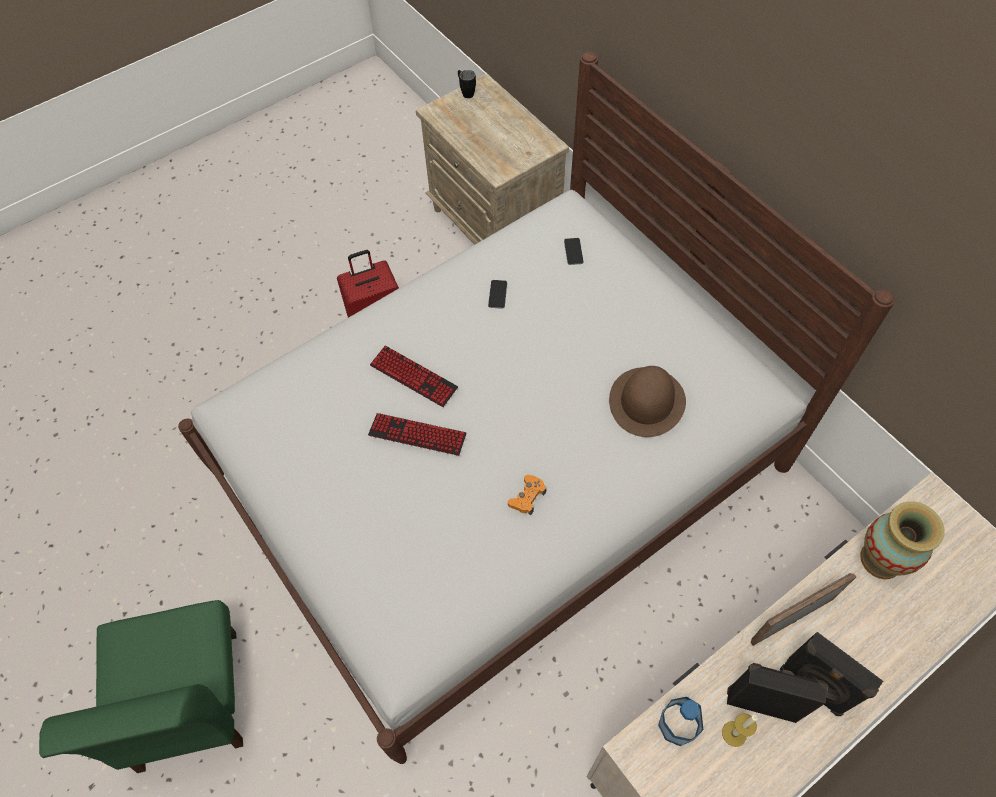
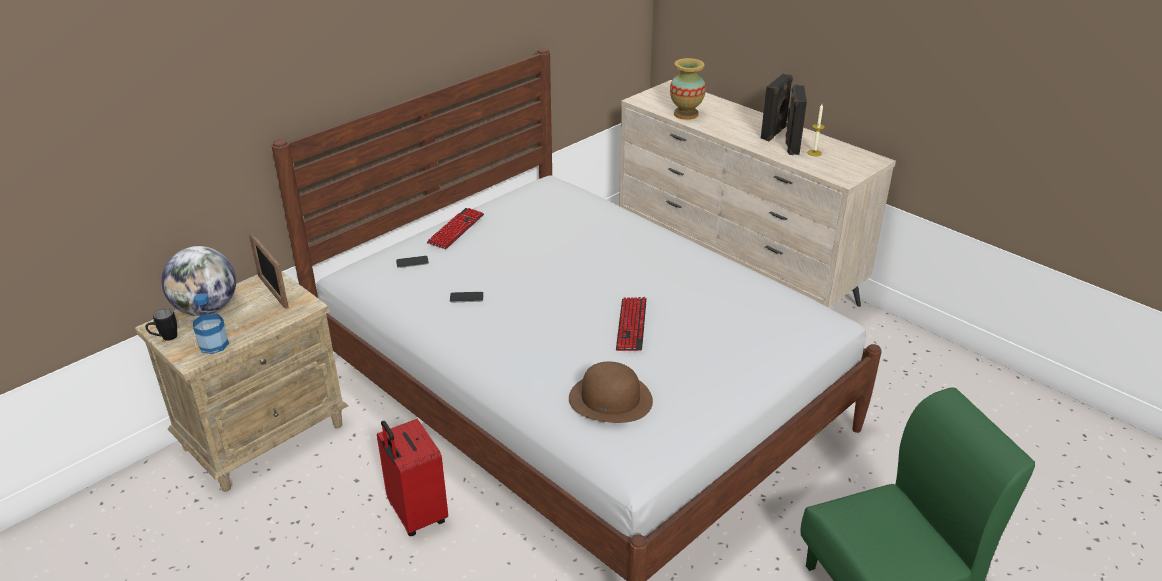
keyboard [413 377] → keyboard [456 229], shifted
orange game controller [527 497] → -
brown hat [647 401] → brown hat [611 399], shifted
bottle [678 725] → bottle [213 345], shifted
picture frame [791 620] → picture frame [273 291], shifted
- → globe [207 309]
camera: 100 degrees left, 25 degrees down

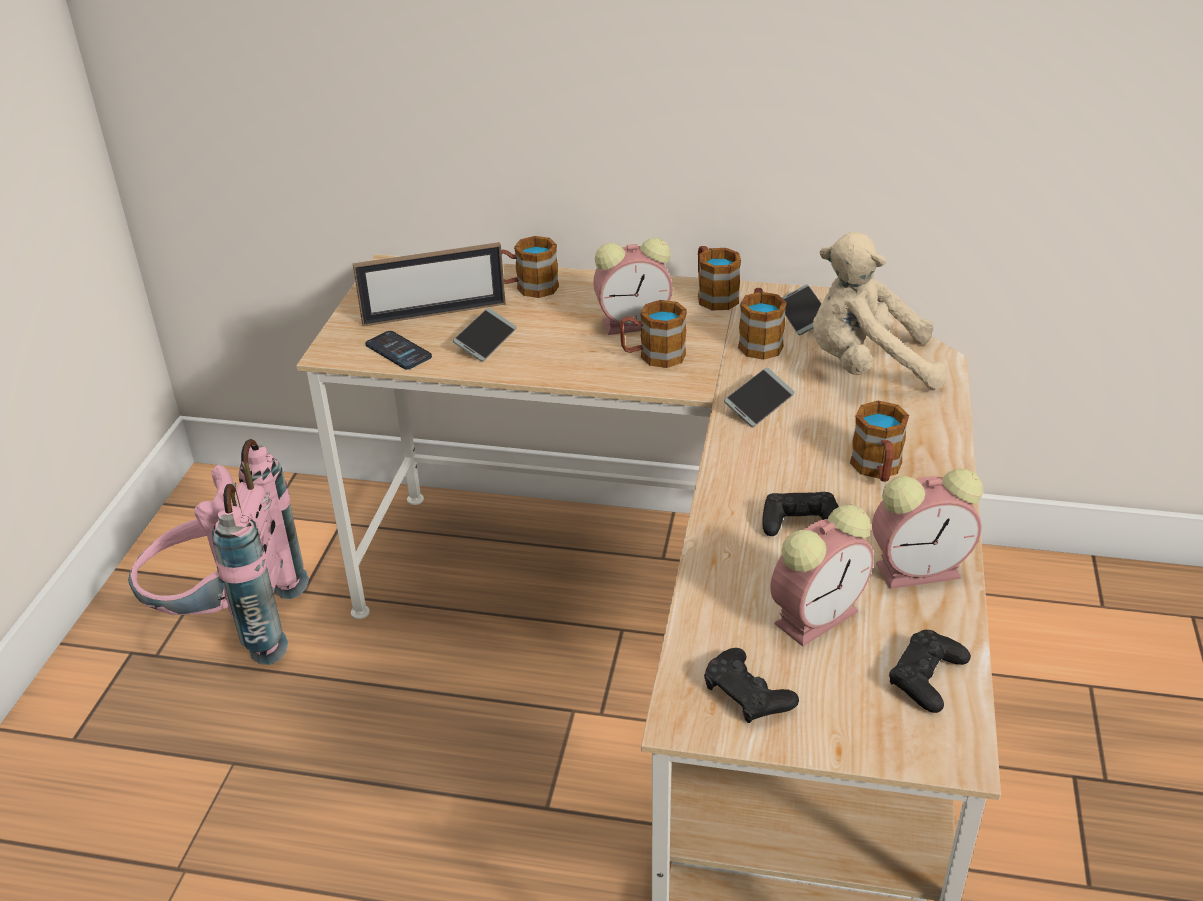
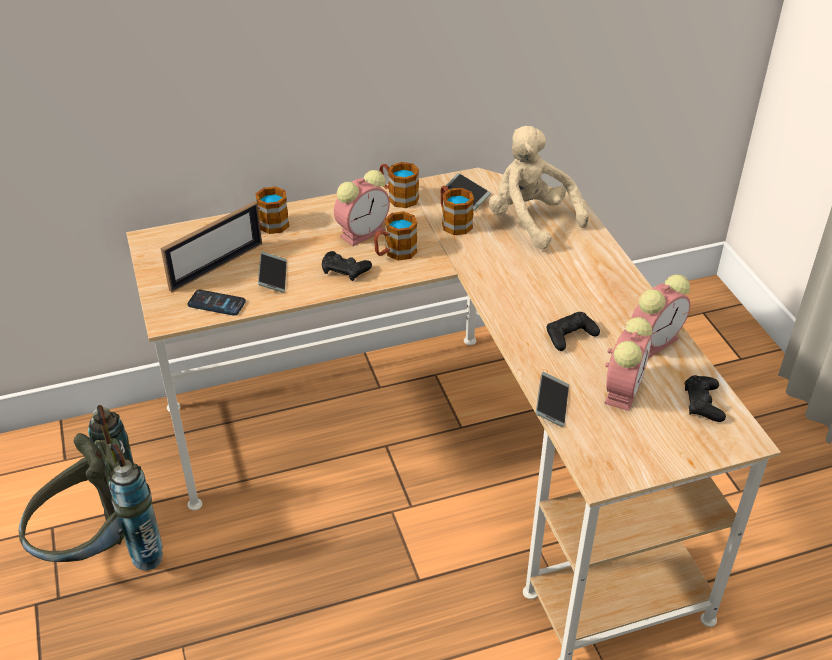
pink backpack [231 626] → grey backpack [102 552]
black game controller [747 694] → black game controller [345 270], shifted
phone [759 404] → phone [552 404], shifted
beige plush toy [866 367] → beige plush toy [530 220], 75 degrees clockwise
mug [877 470] → -
camera: 30 degrees left, 5 degrees up

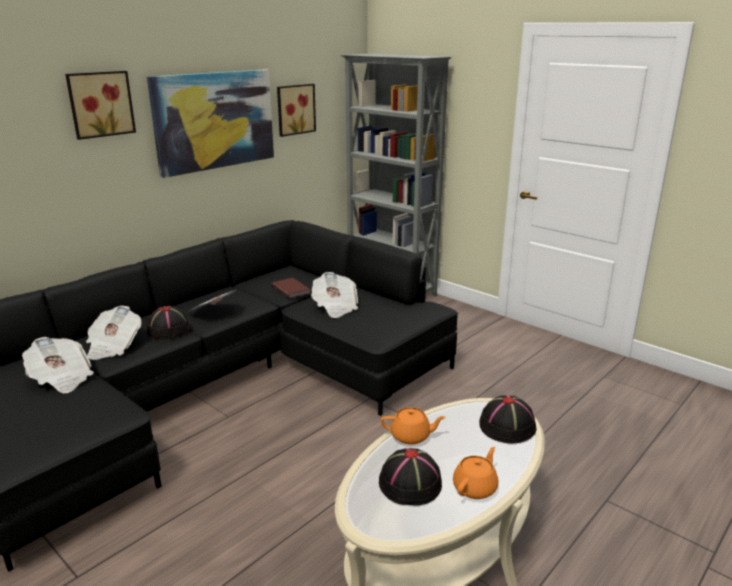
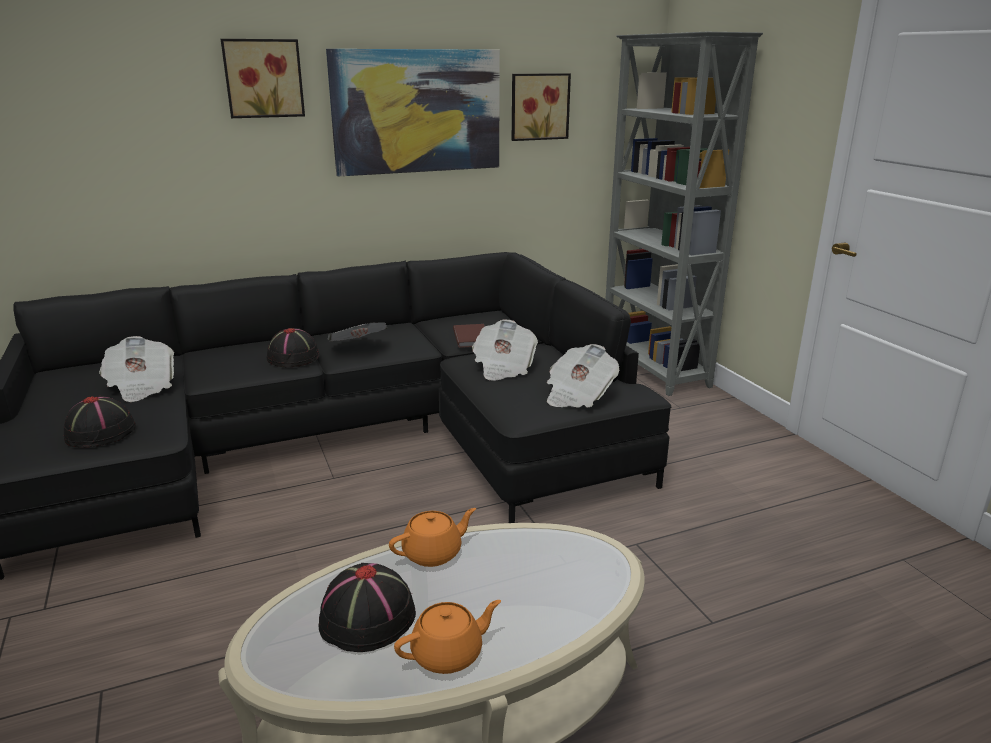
newspaper [113 347] → newspaper [578 395], shifted
orange teapot [411 436] → orange teapot [433 553], 60 degrees counterclockwise
black hat [507 426] → black hat [101 432], shifted
camera: 25 degrees right, 0 degrees up

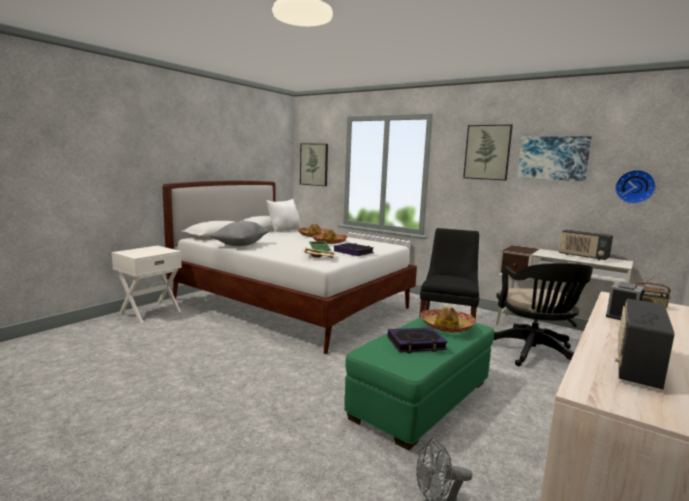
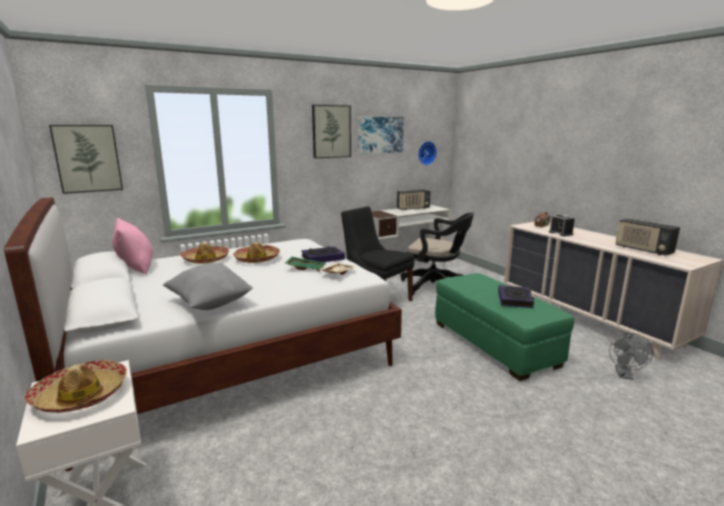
white pillow [284 230] → pink pillow [136 268]
hat [447 326] → hat [81 395], shifted
camera: 65 degrees left, 5 degrees up

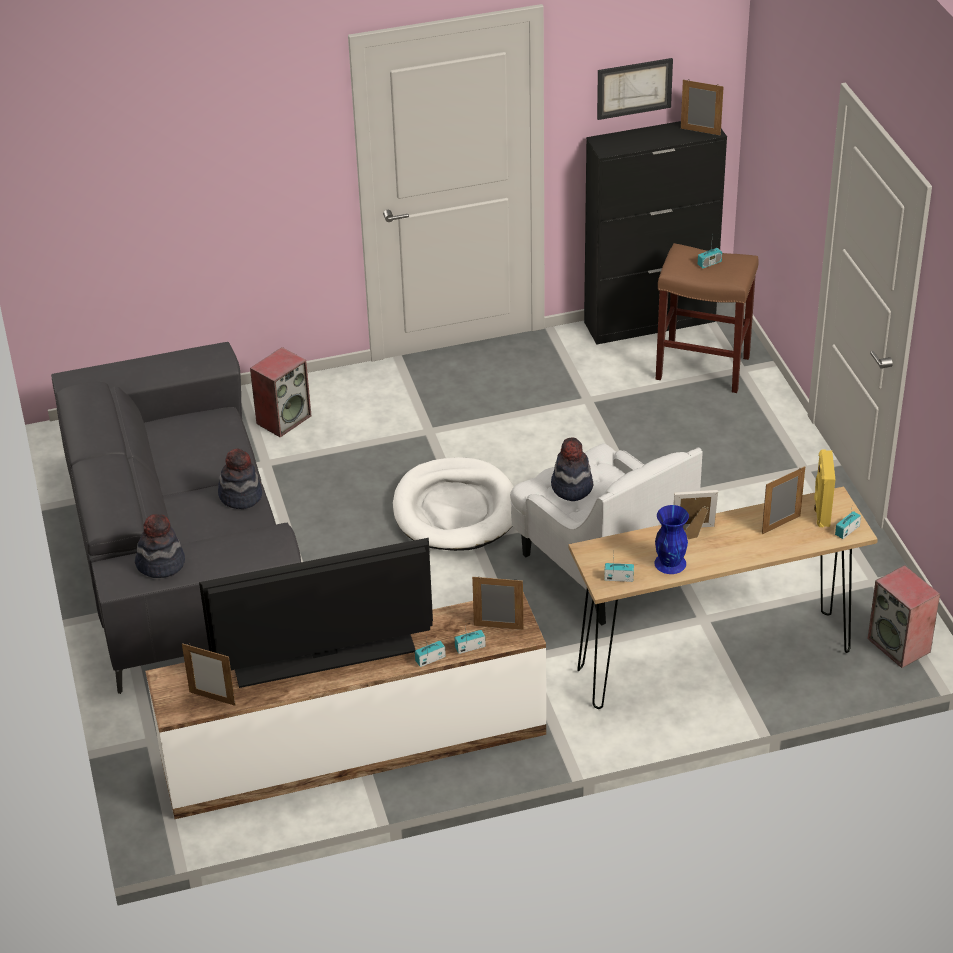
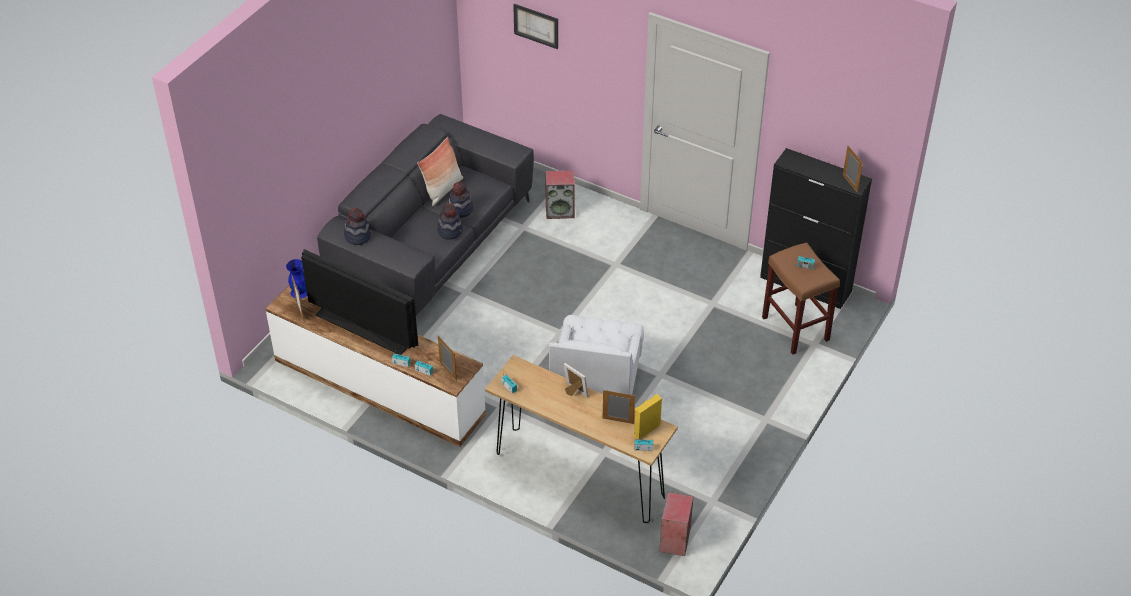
white dog bed [455 510] → -
hat [571 487] → hat [460 210], shifted
picture [634 88] → picture [536 26], shifted
blue vase [670 562] → blue vase [300 292], shifted
- → pillow [443 190]
camera: 45 degrees right, 5 degrees up

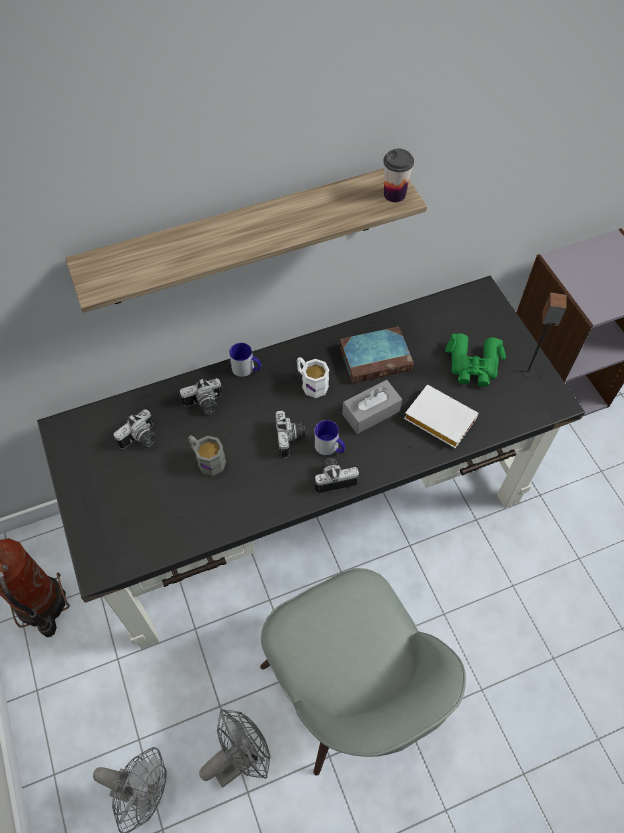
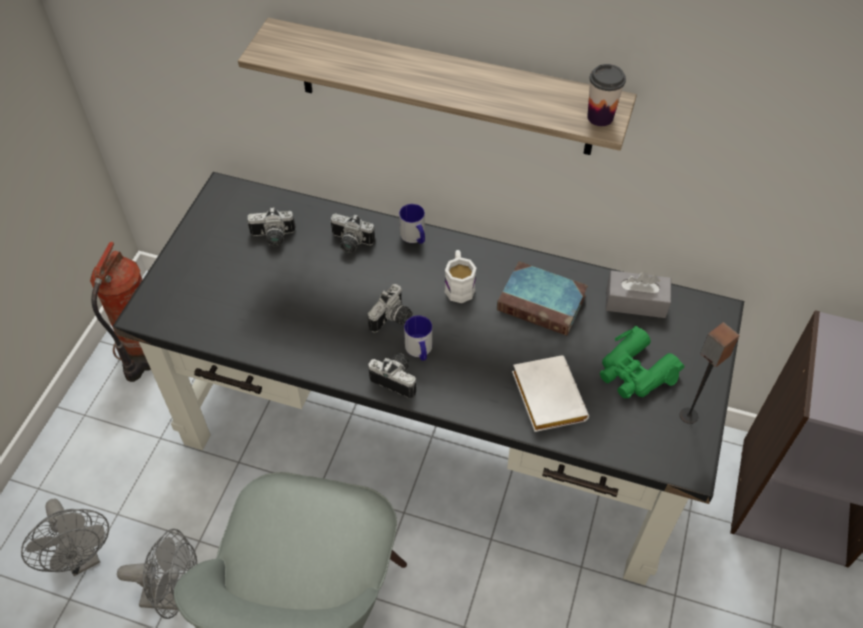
grey mug [207 460] → -
grey tissue box [371 412] → grey tissue box [635 302], shifted
camera: 40 degrees right, 5 degrees down

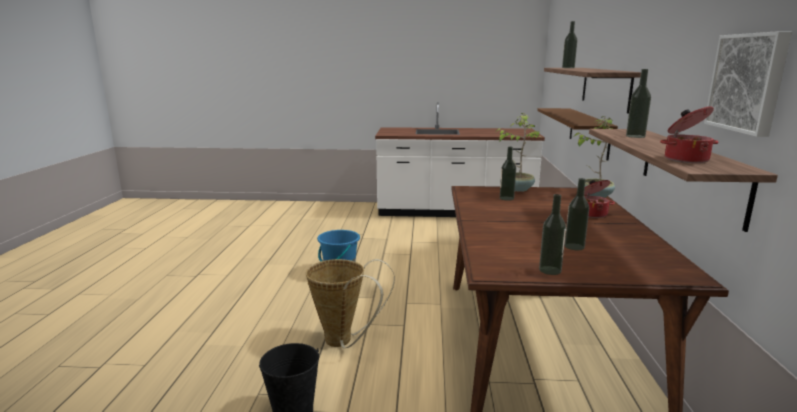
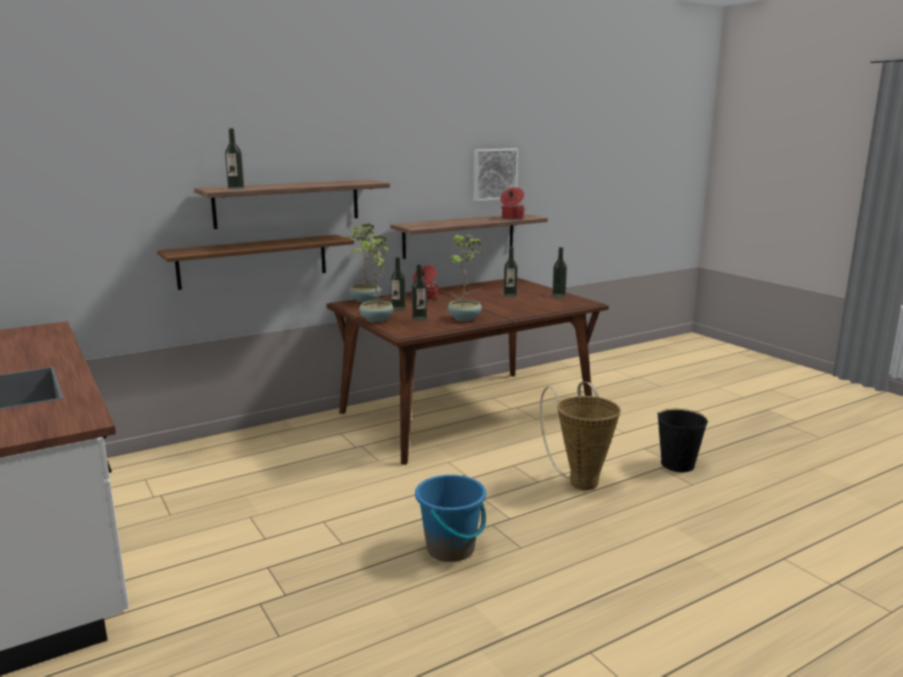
bottle [635 136] → bottle [398 308], shifted
- → potted plant [465 318]
camera: 125 degrees left, 0 degrees up

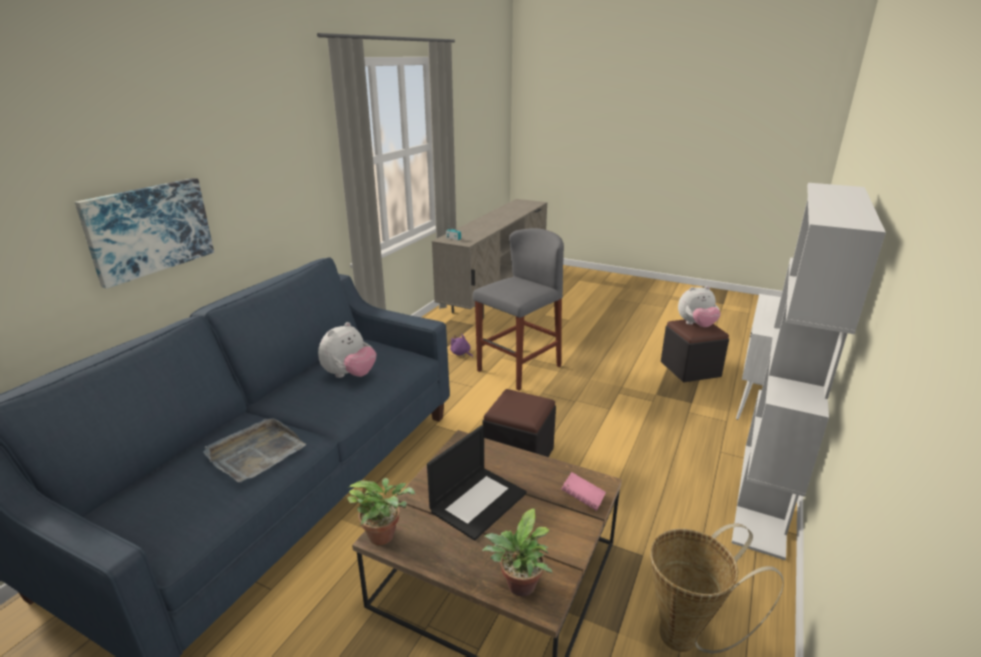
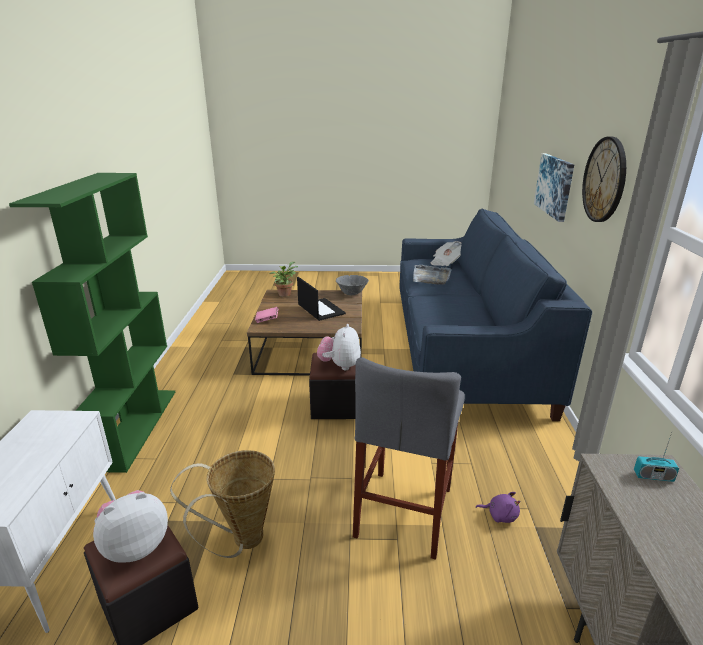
plush toy [349 375] → plush toy [340 365], shifted
potted plant [385 535] → grey bowl [351 294]
laptop [478 501] → laptop [320 309], 135 degrees clockwise
basket [687 636] → basket [241 541], shifted
white bookcase [764 496] → green bookcase [135 427]
- → newspaper [446 262]
- → wall clock [604 180]
camera: 155 degrees right, 0 degrees up

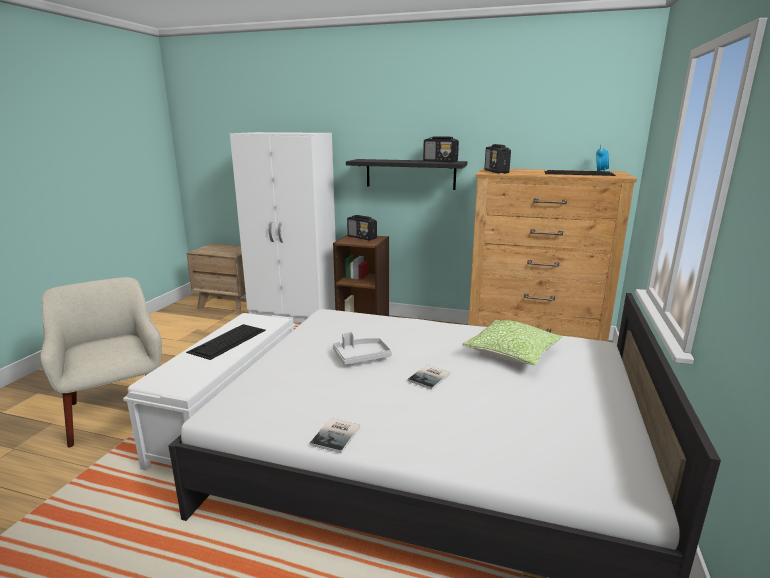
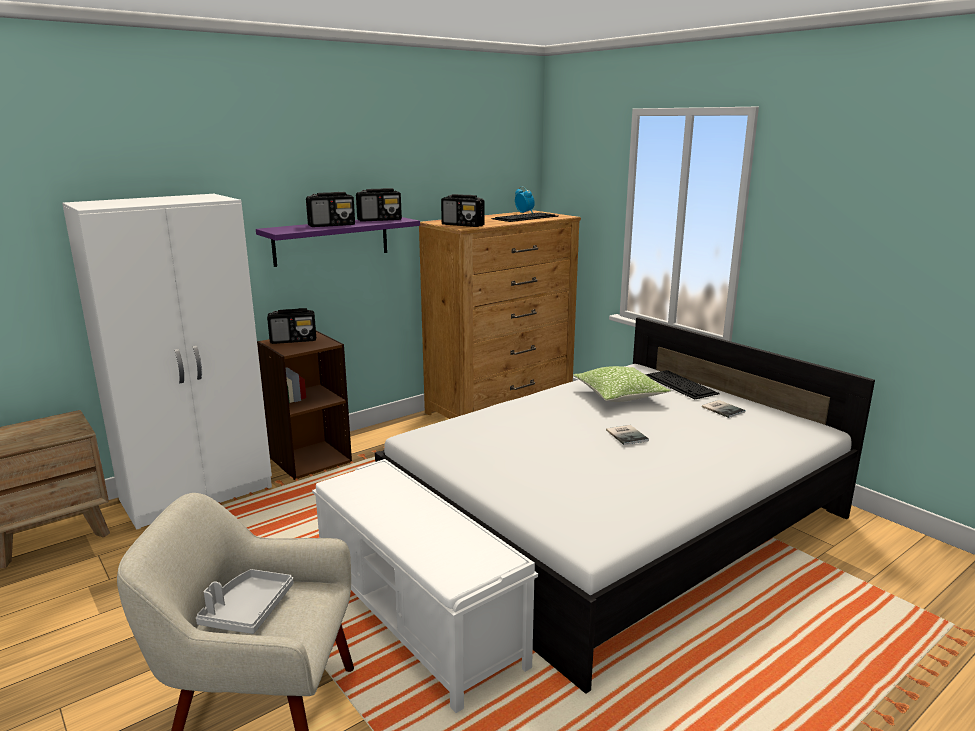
keyboard [227 341] → keyboard [681 384], shifted
book [337 435] → book [723 409], shifted
grey tray [361 357] → grey tray [247 610], shifted
black shelf [410 174] → purple shelf [331 240]
- → radio [332 225]
camera: 55 degrees left, 0 degrees up

